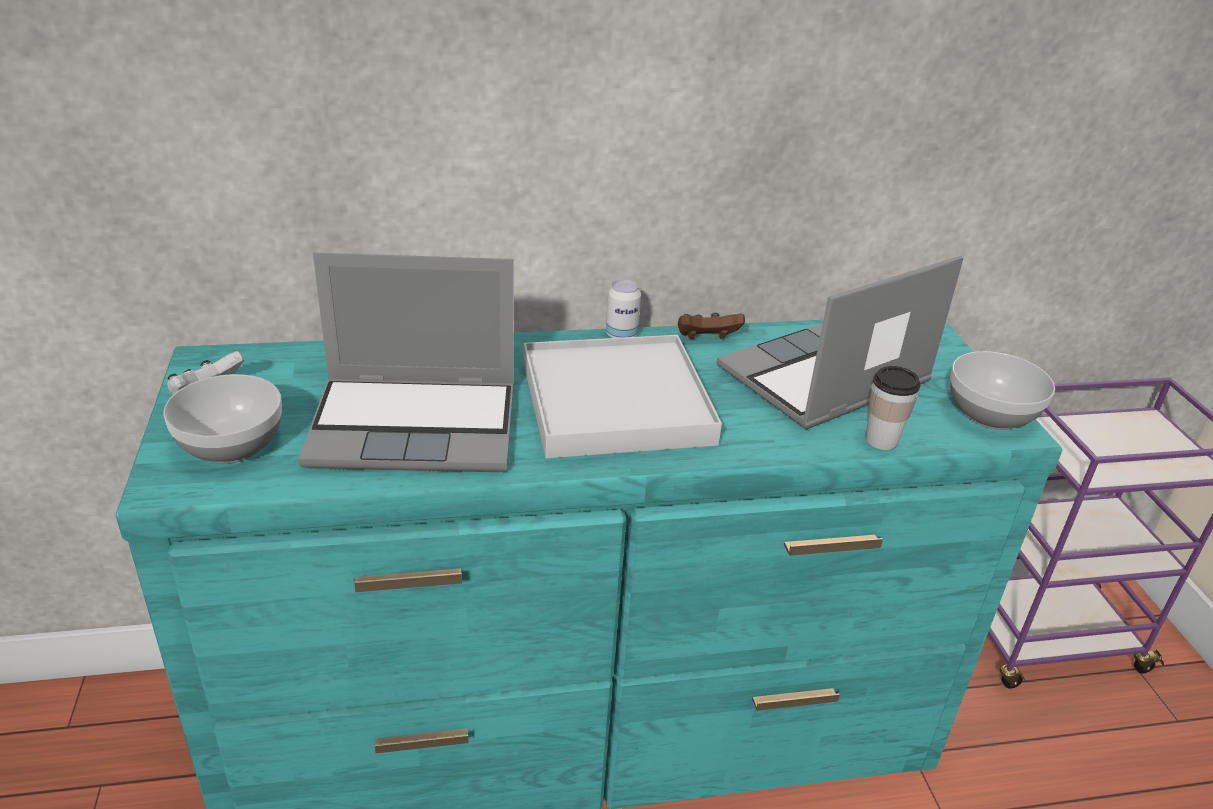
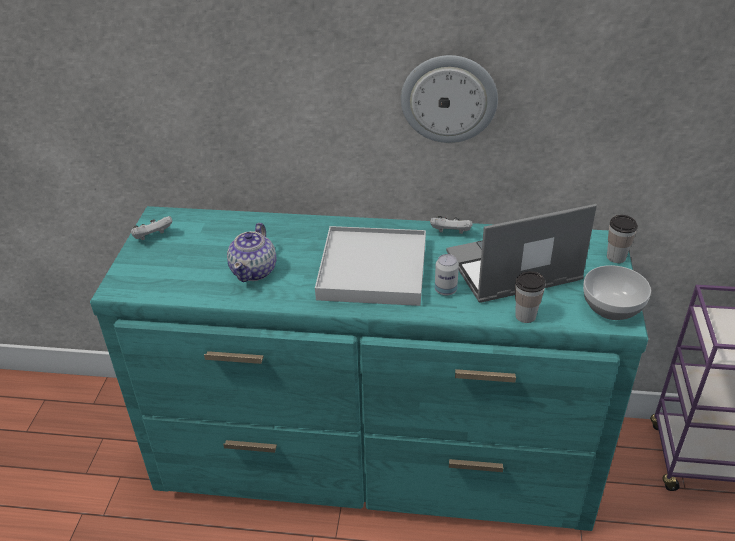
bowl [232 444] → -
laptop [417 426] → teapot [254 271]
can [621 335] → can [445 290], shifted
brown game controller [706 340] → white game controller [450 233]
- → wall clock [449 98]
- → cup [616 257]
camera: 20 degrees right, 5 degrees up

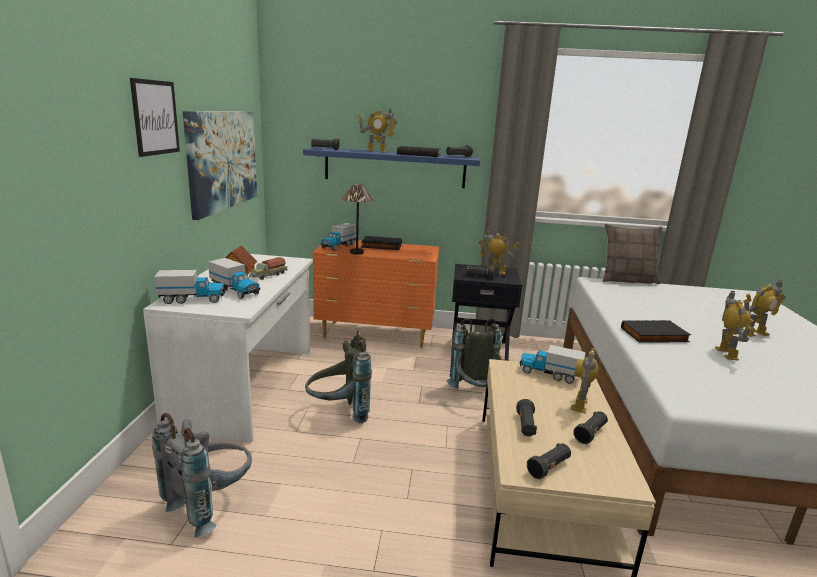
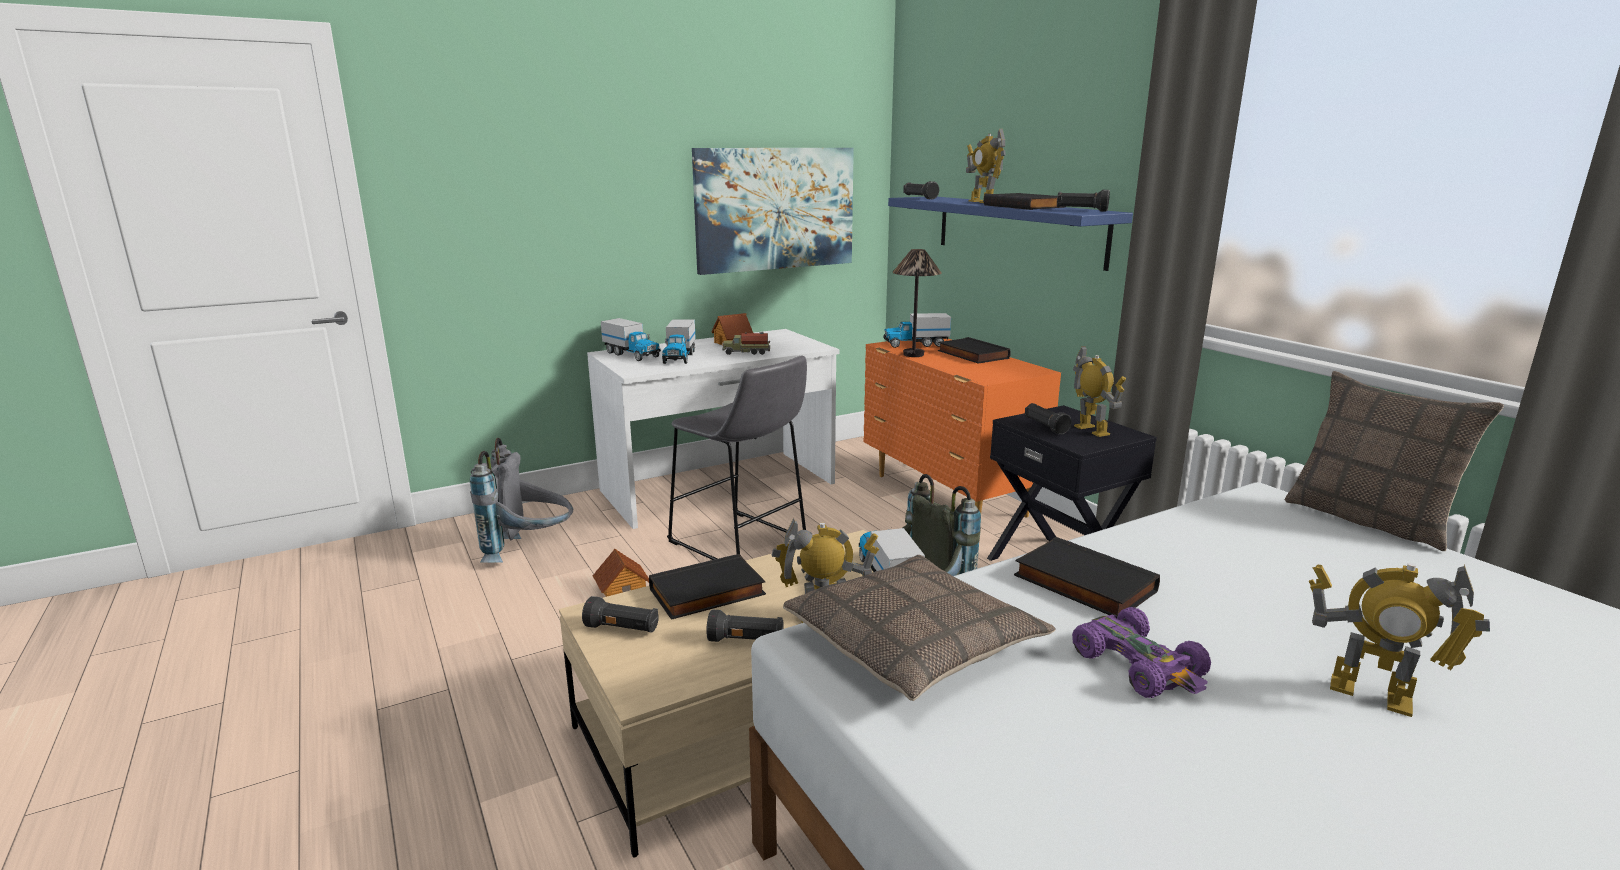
picture [155 117] → -
grey backpack [339 412] → grey stool [742 544]
black flashlight [525 426] → black book [707 593]
toy robot [727 353] → purple toy car [1139 665]
- → toy house [622 589]
- → pillow [914 642]
camera: 55 degrees right, 0 degrees up

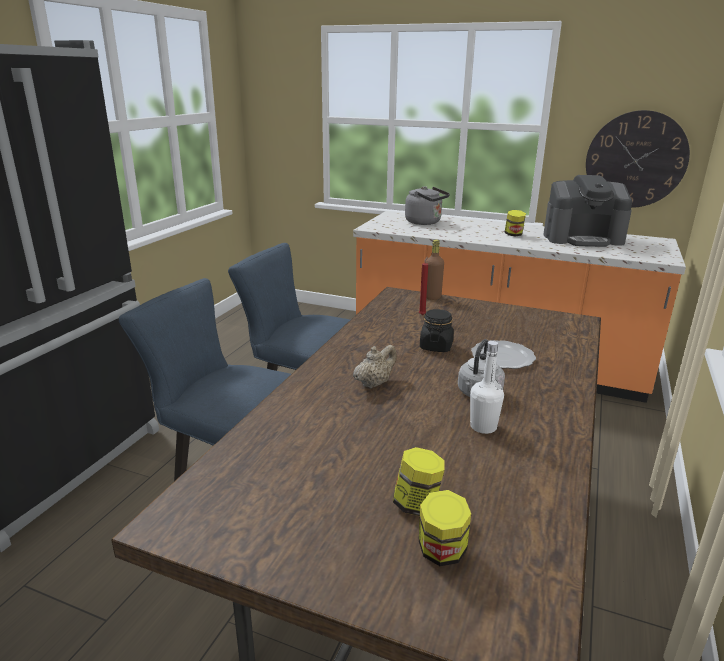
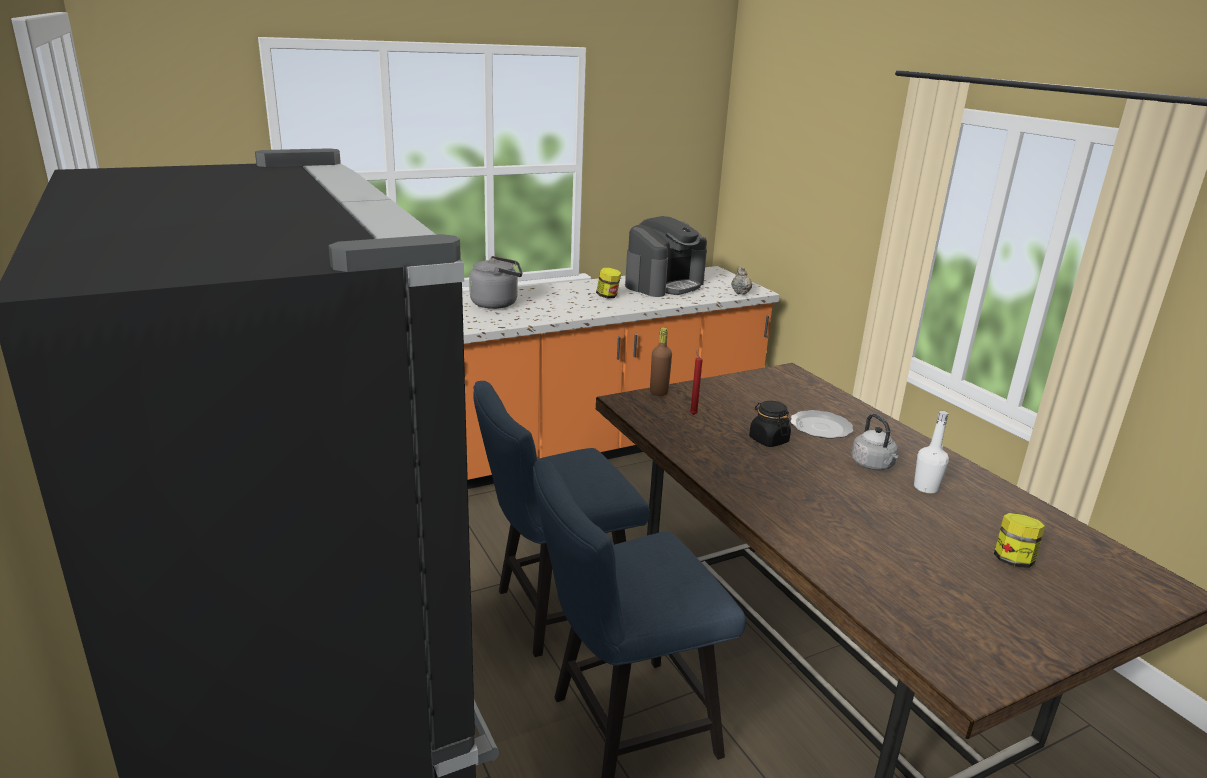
beige teapot [374 383] → beige teapot [740 292], shifted
jar [441 552] → -
wall clock [635 160] → -
camera: 50 degrees left, 0 degrees up

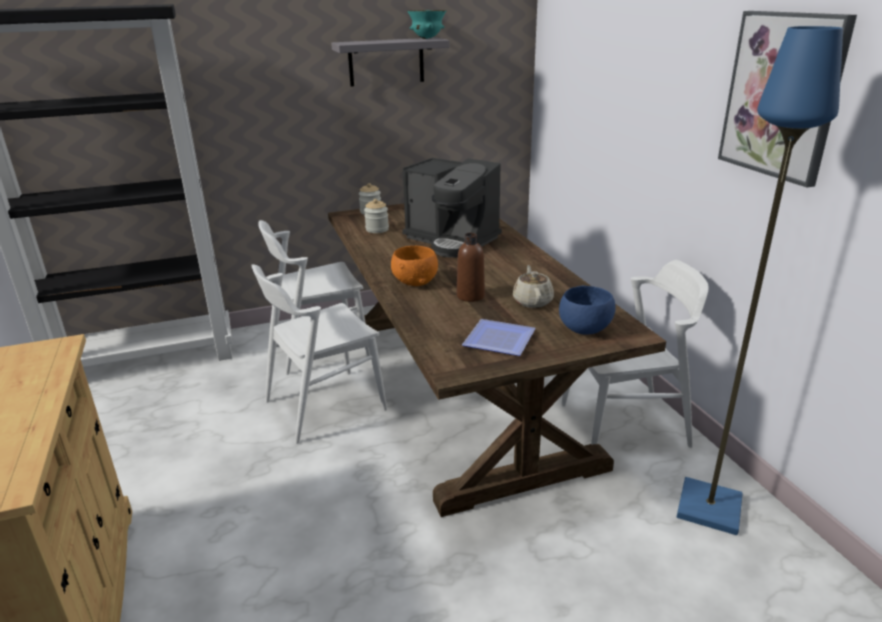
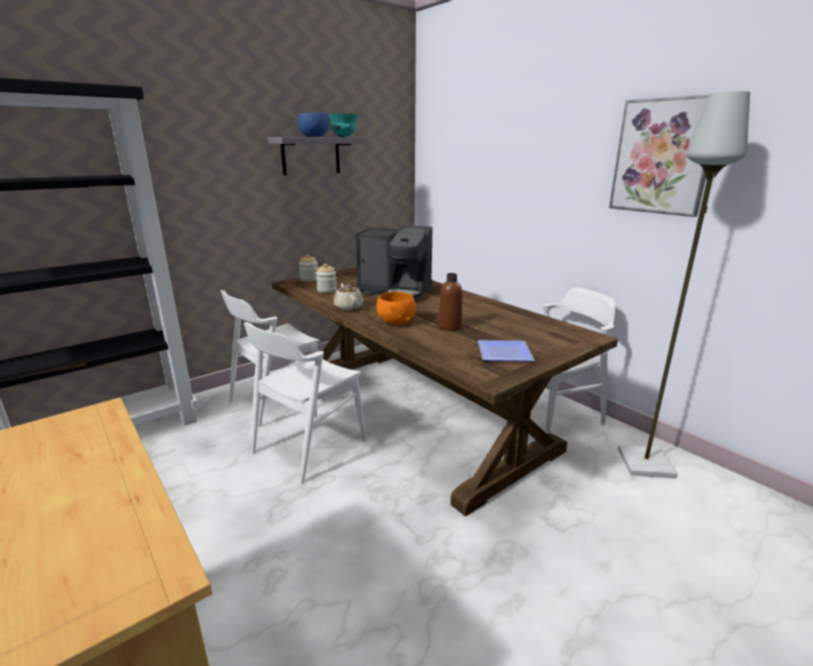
beige teapot [532 301] → beige teapot [348 307], shifted
blue bowl [584 329] → blue bowl [314 137], shifted
blue floor lamp [710 508] → grey floor lamp [646 463]
camera: 20 degrees left, 5 degrees down

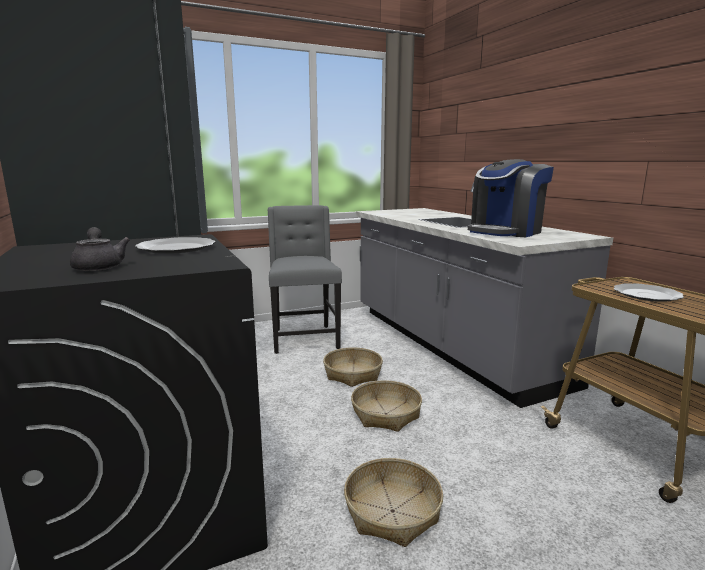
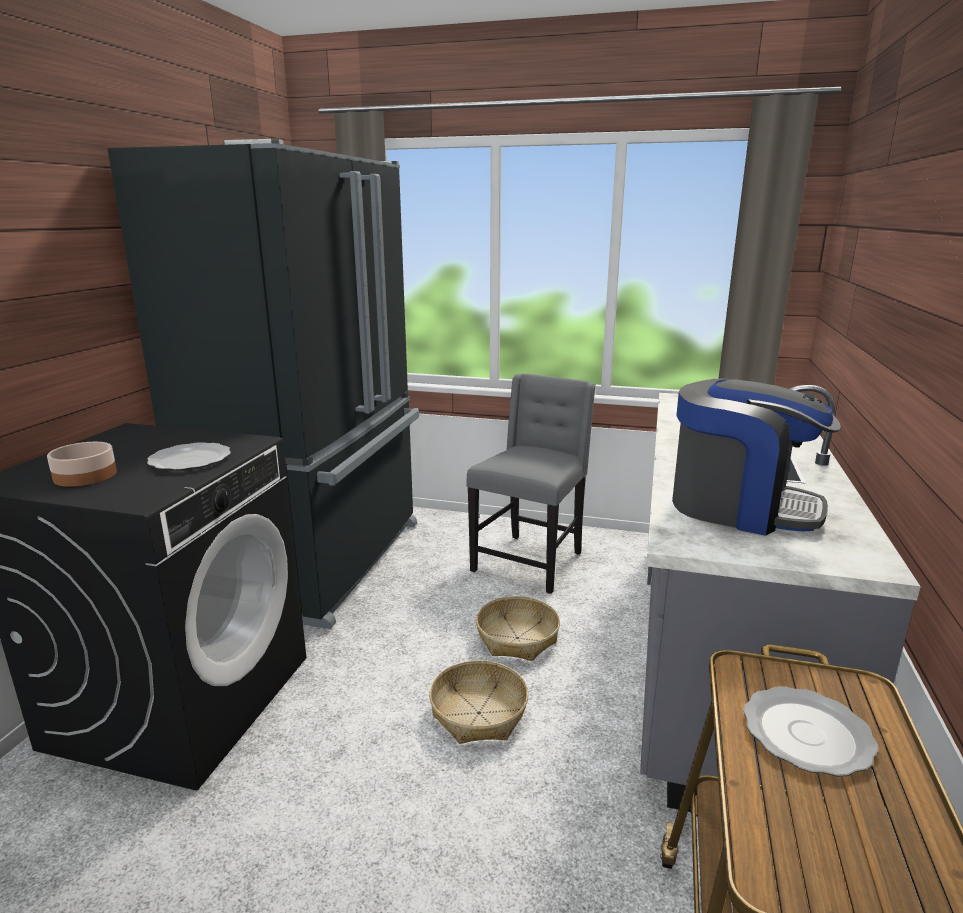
grey teapot [99 266] → bowl [85 475]
basket [393 511] → -
coffee machine [505 232] → coffee machine [740 507], 150 degrees counterclockwise
camera: 40 degrees right, 5 degrees up

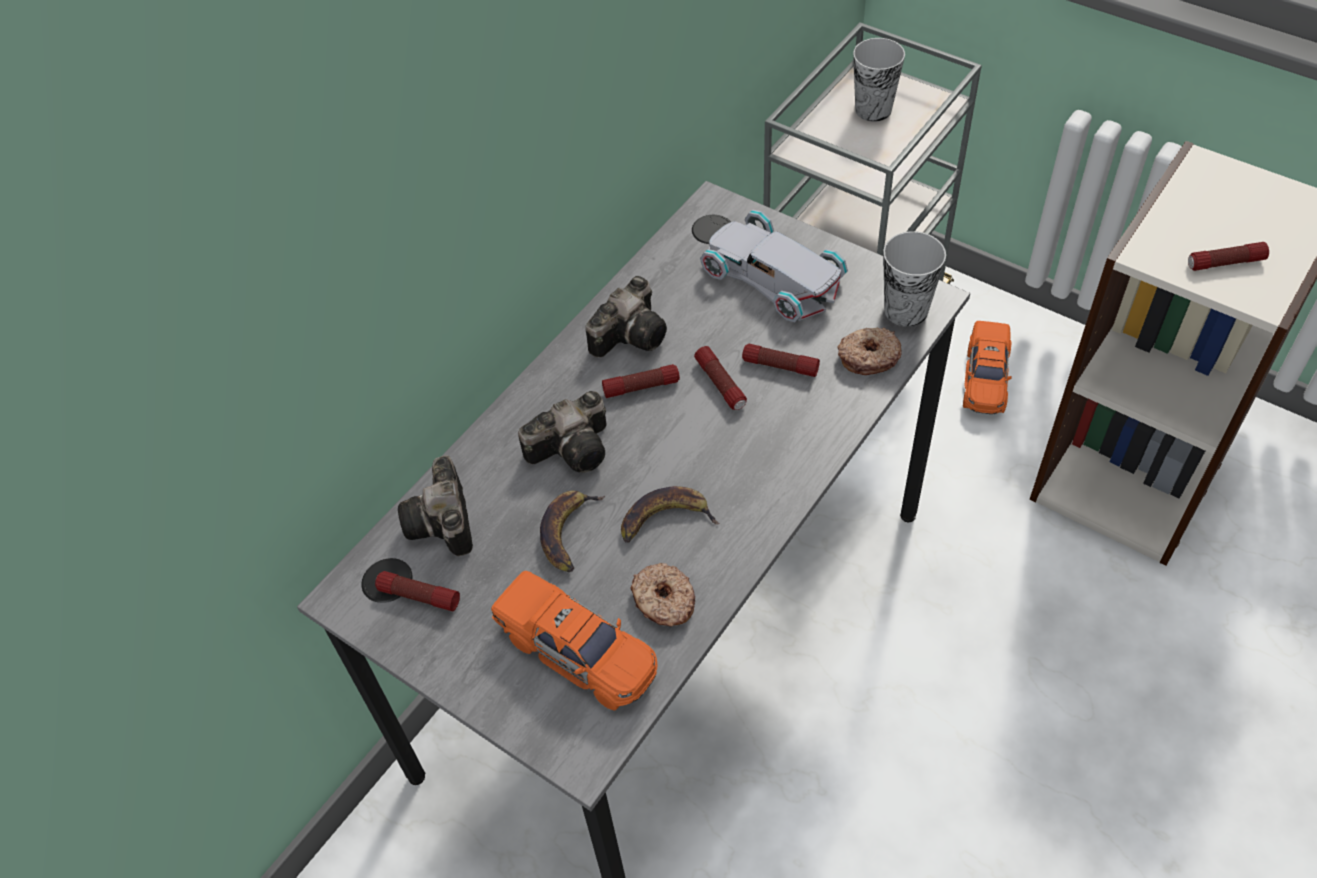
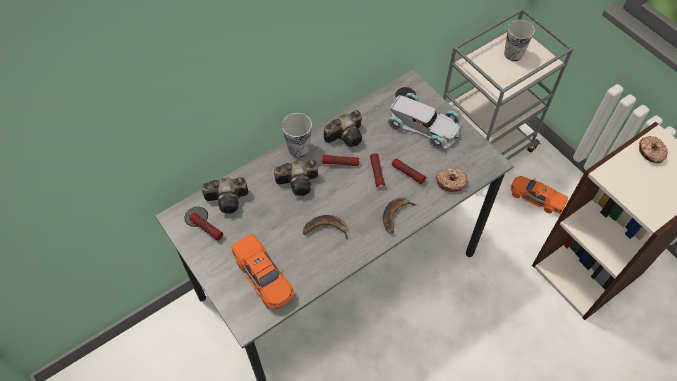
photo camera [444 524] → photo camera [229 199], 105 degrees counterclockwise
banana [569 533] → banana [396 216], shifted
donut [663 601] → donut [650 152], shifted
white toy car [772 274] → white toy car [423 126], 150 degrees clockwise
cup [906 310] → cup [298 148], shifted
orange toy car [985 378] → orange toy car [536 198], 90 degrees clockwise
flashlight [1225 263] → -
camera: 15 degrees right, 5 degrees up

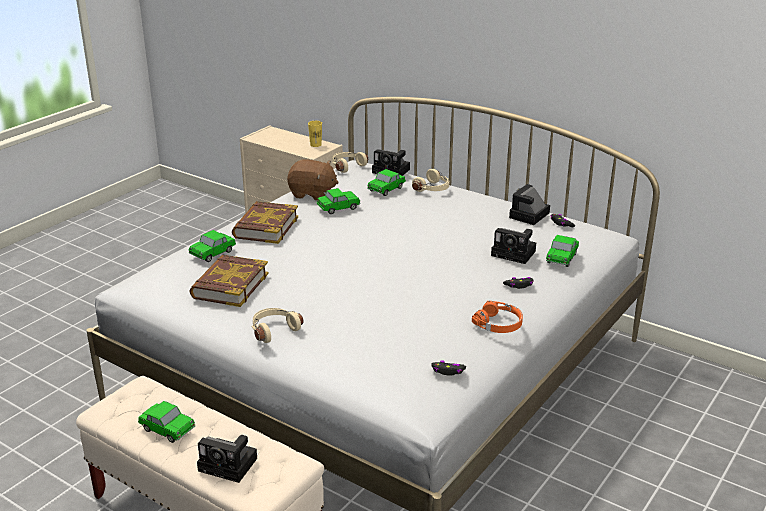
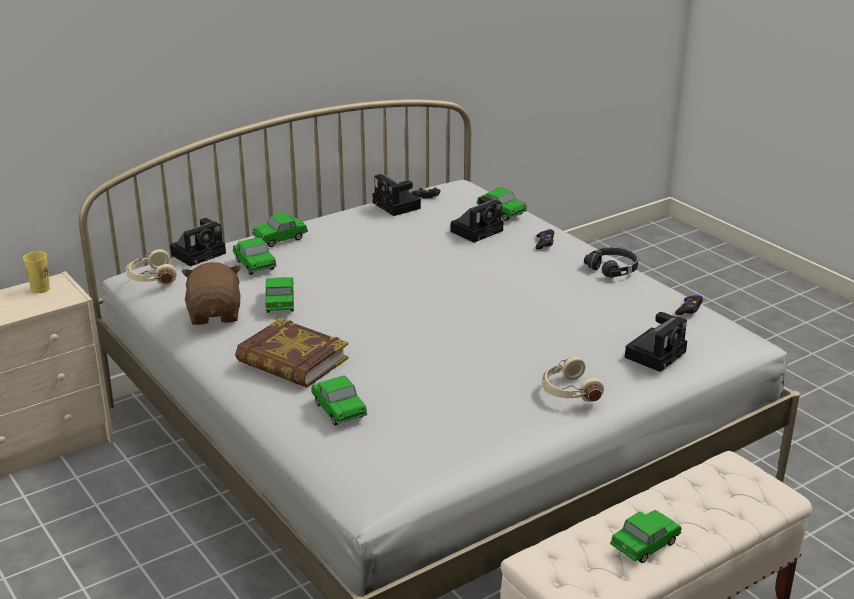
book [229 286] → -
photo camera [230 465] → photo camera [656 353], shifted
brown plush toy [312 194] → brown plush toy [215 314], 45 degrees counterclockwise
beige headphones [433 189] → toy car [280 239]
orange headphones [499 324] → black headphones [613 268]
camera: 70 degrees left, 0 degrees up

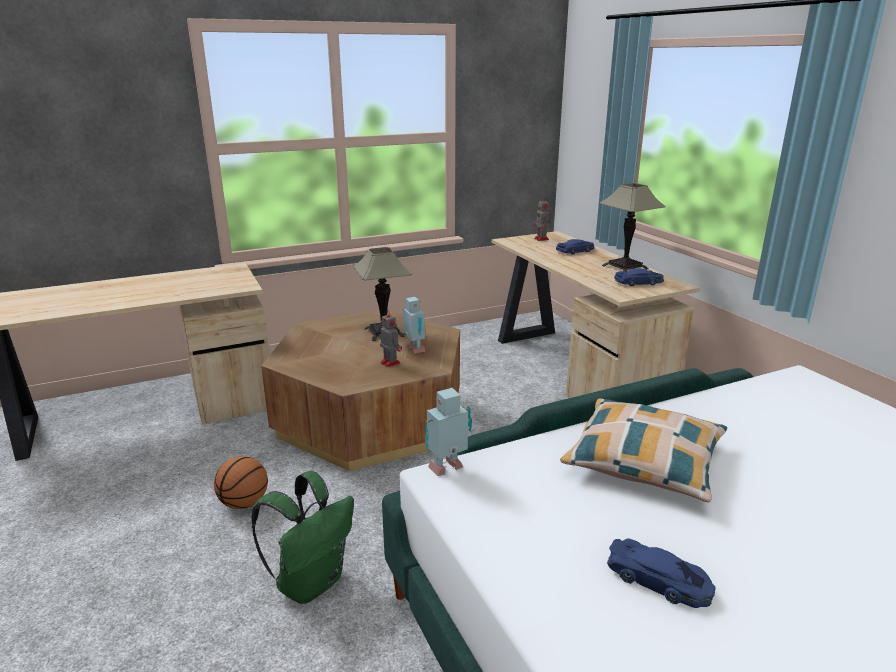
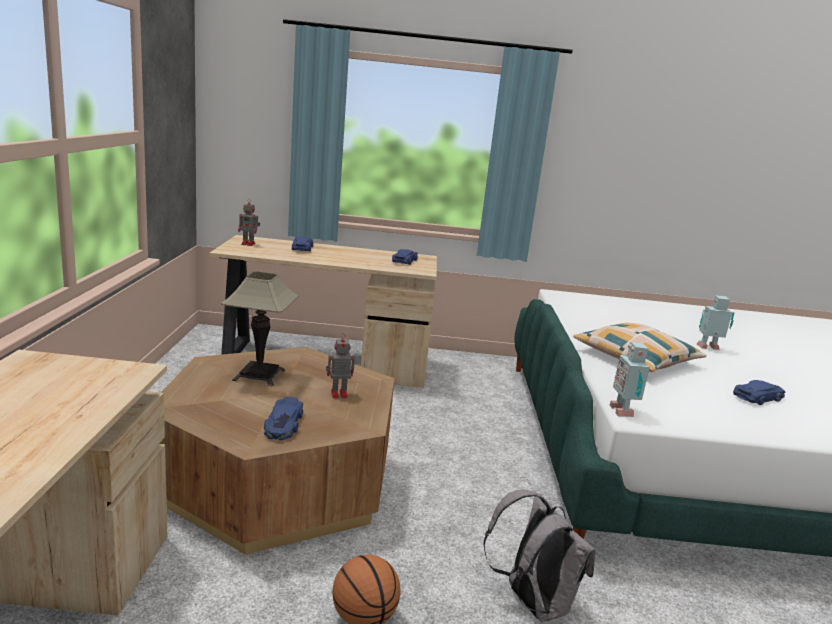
green backpack [311 582] → grey backpack [532 602]
toy robot [414 350] → toy robot [709 348], shifted
table lamp [625 267] → -
- → blue toy car [283 424]
camera: 65 degrees left, 5 degrees down

